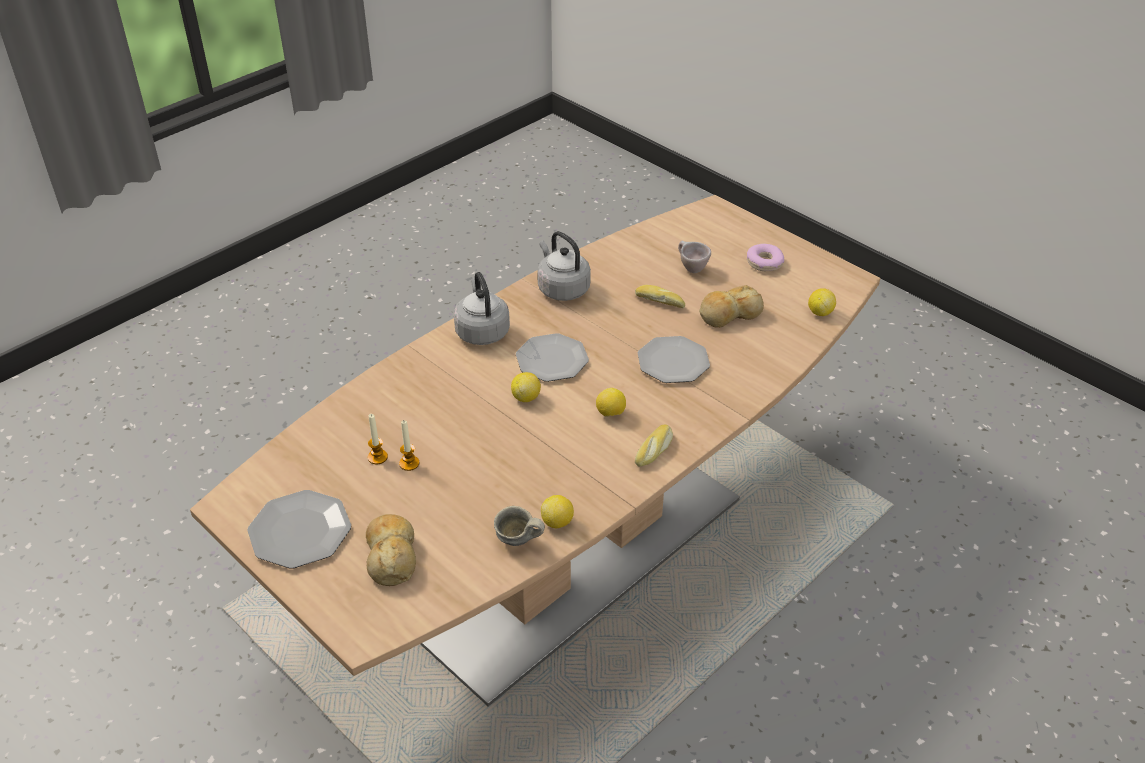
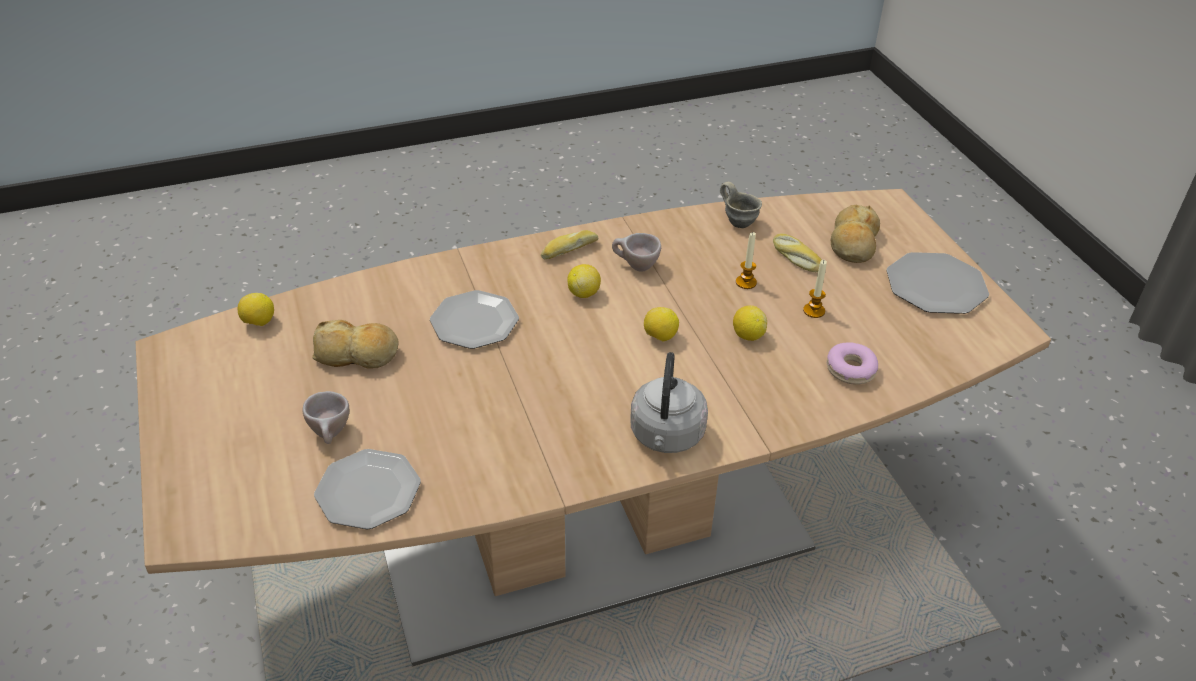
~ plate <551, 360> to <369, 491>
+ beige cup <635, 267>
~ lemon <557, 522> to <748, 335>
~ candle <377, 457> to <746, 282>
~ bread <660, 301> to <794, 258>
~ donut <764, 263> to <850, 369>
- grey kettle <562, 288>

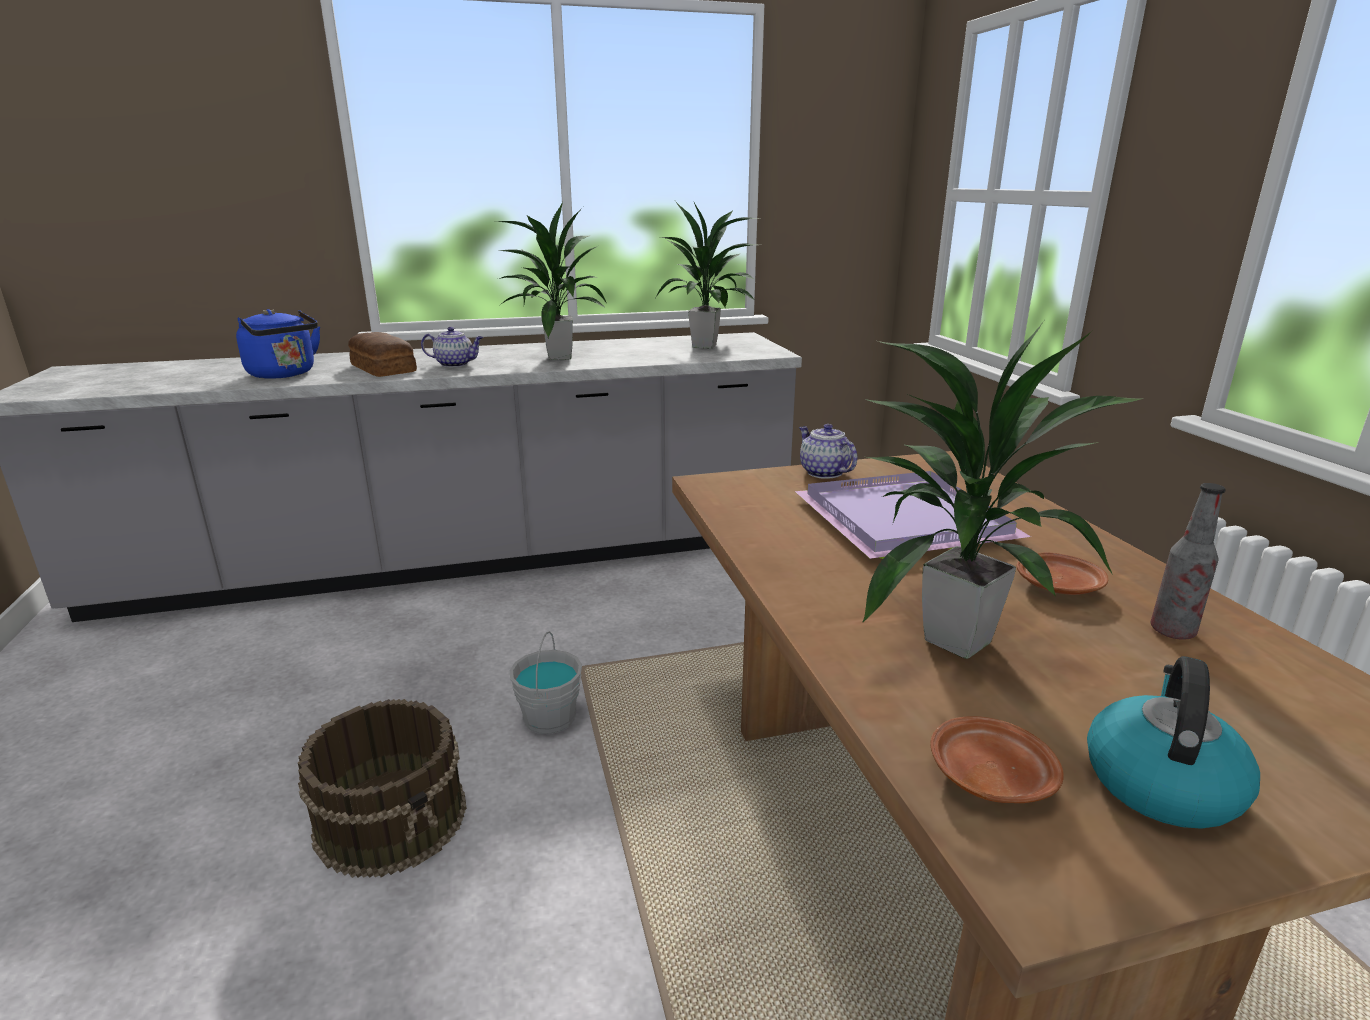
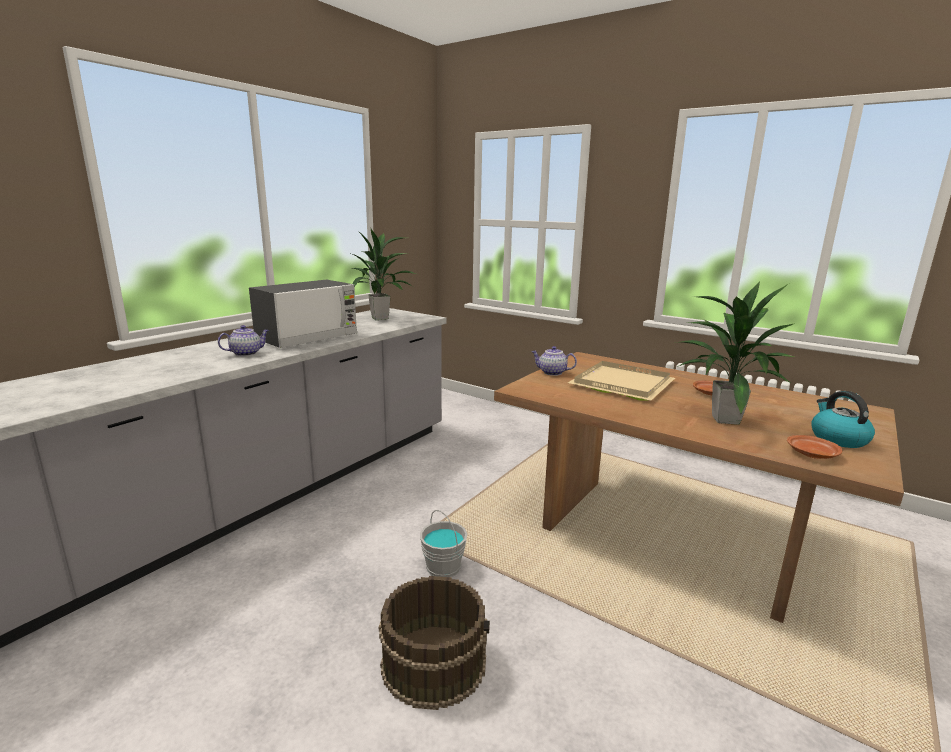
~ potted plant <558, 357> to microwave <308, 337>
~ purple tray <905, 518> to beige tray <621, 383>
- blue kettle <284, 374>
- bread <382, 369>
- bottle <1172, 631>

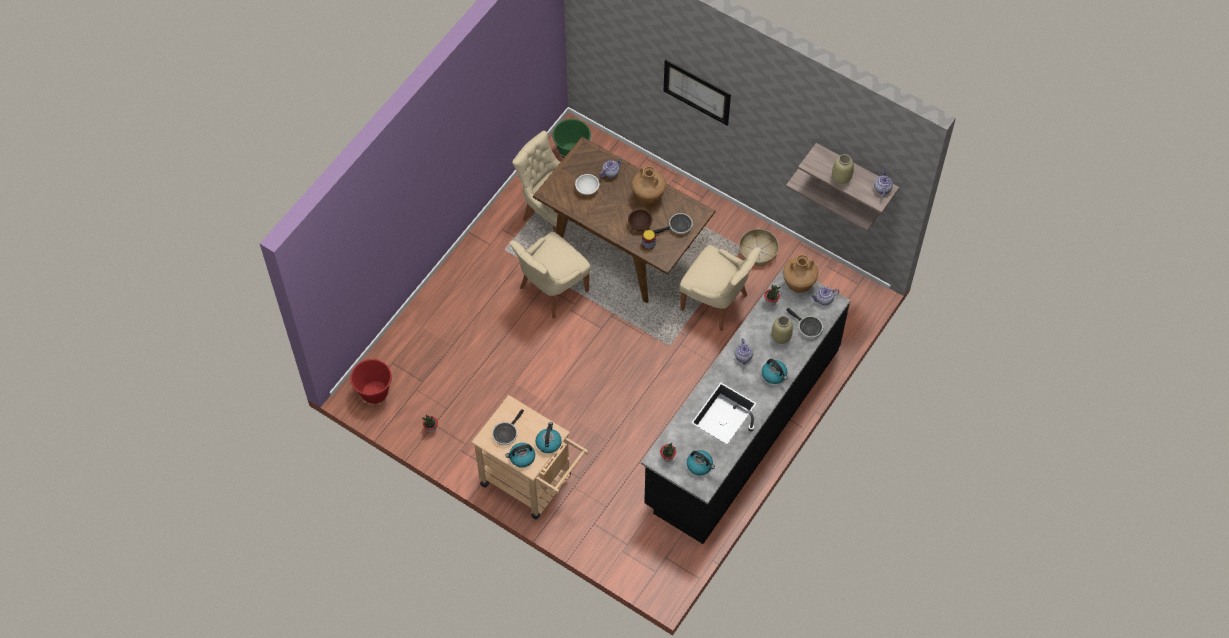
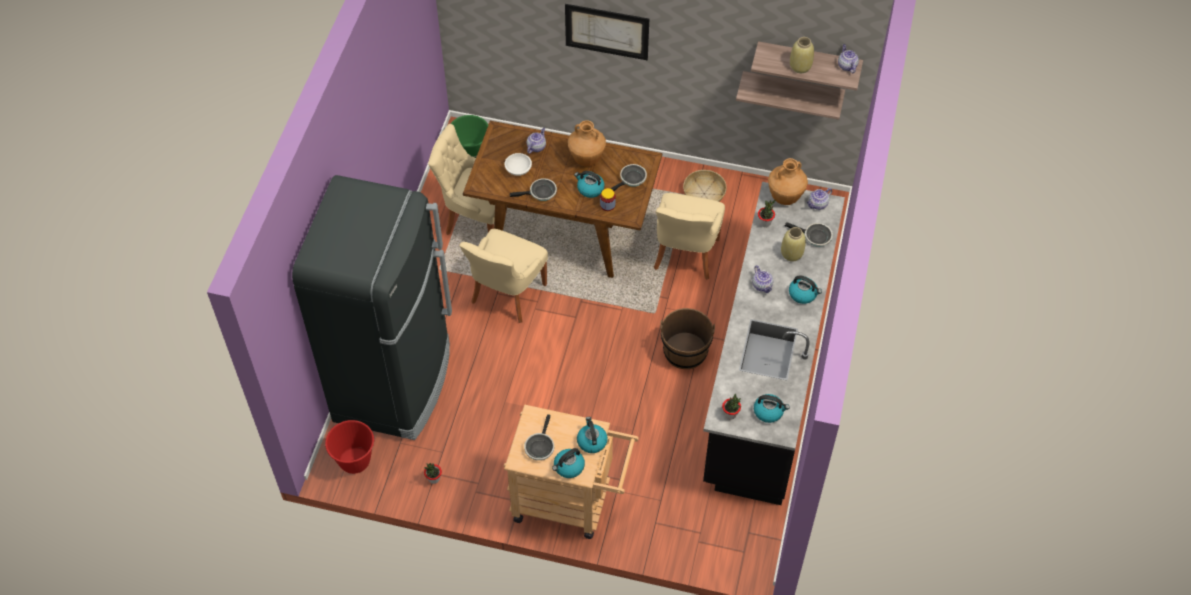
+ black fridge <394, 382>
+ frying pan <540, 193>
~ brown bowl <640, 224> to kettle <590, 189>
~ beige chair <716, 303> = <685, 256> 90 degrees clockwise
+ brown bucket <685, 351>

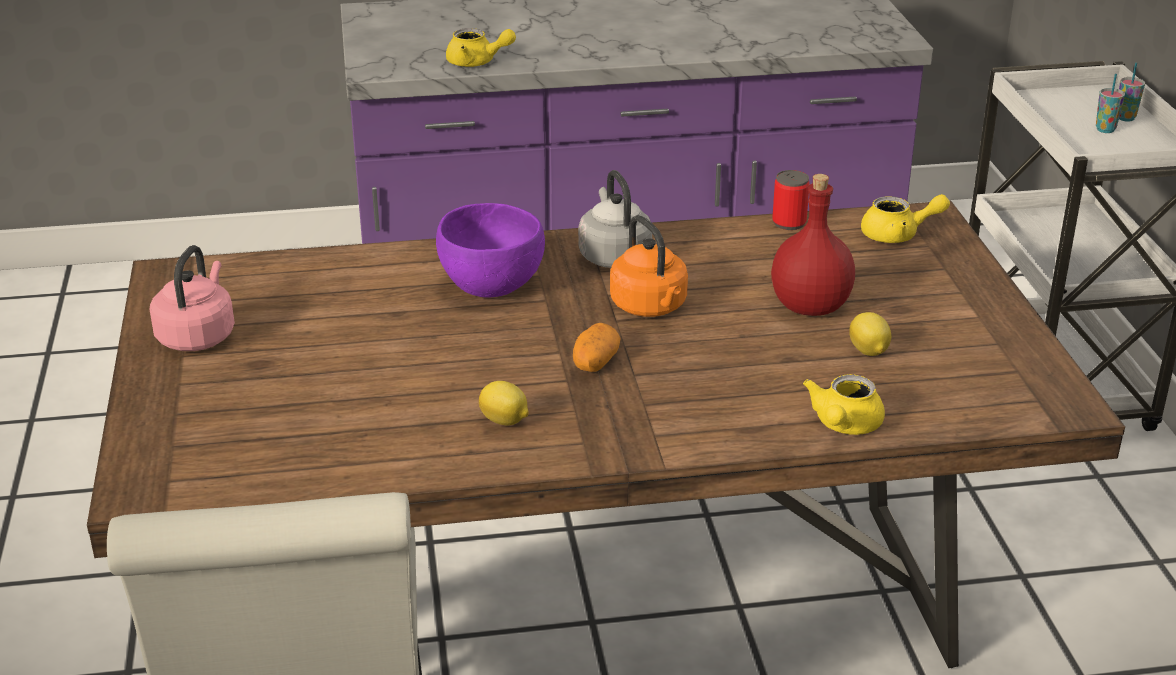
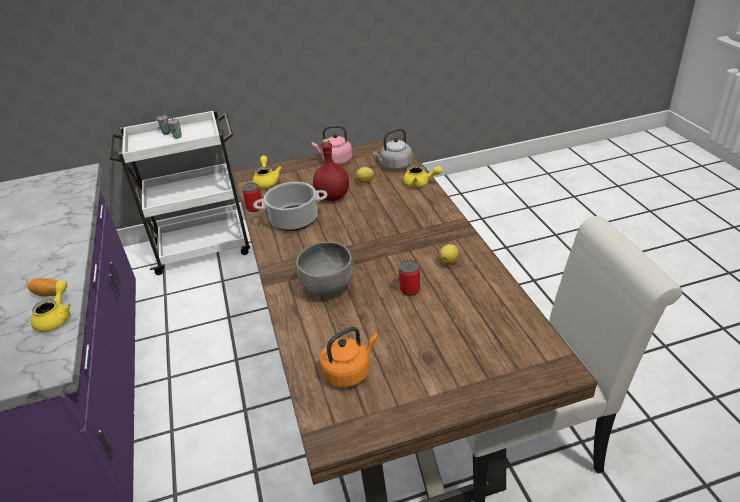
~ potato <595, 362> to <49, 293>
+ cooking pot <293, 220>
~ purple bowl <490, 287> to grey bowl <328, 288>
~ pink kettle <198, 336> to <335, 161>
~ orange kettle <650, 307> to <349, 372>
~ grey kettle <613, 255> to <395, 166>
+ can <410, 289>

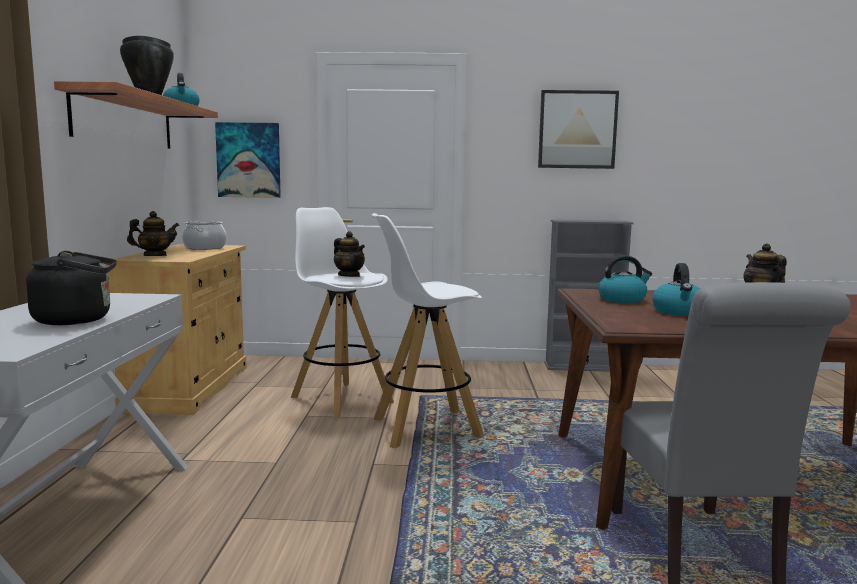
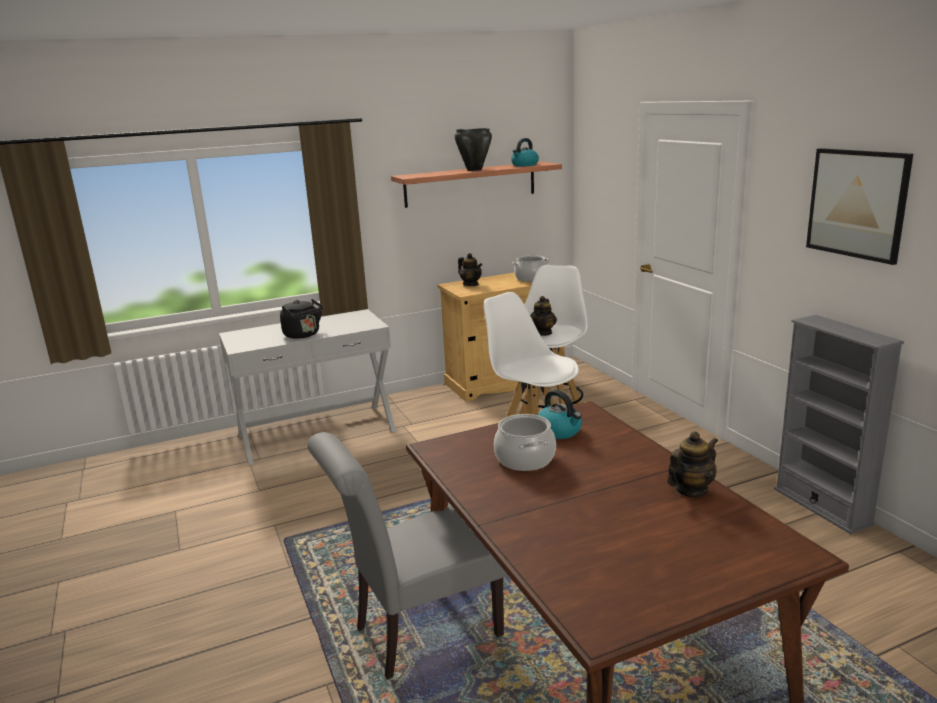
~ kettle <679, 312> to cooking pot <525, 459>
- picture <249, 160>

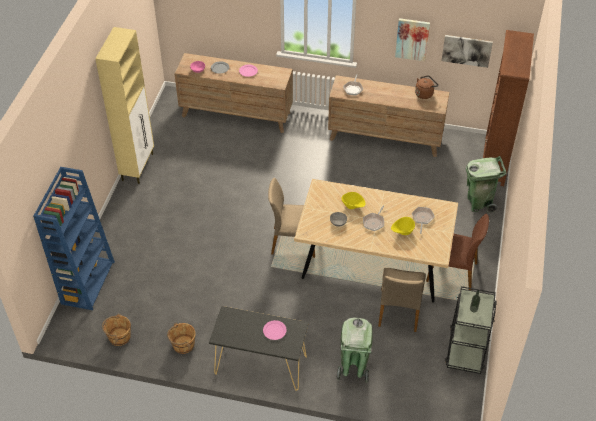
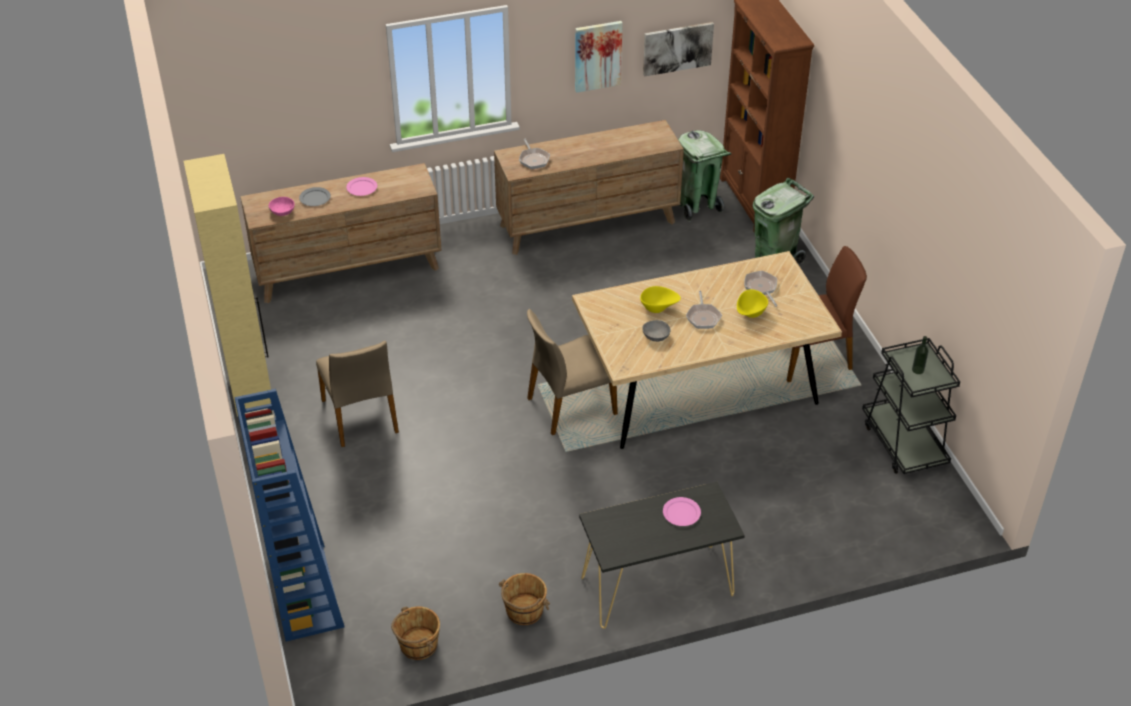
~ beige chair <399, 311> to <361, 416>
~ green trash can <353, 368> to <697, 206>
- brown kettle <425, 93>

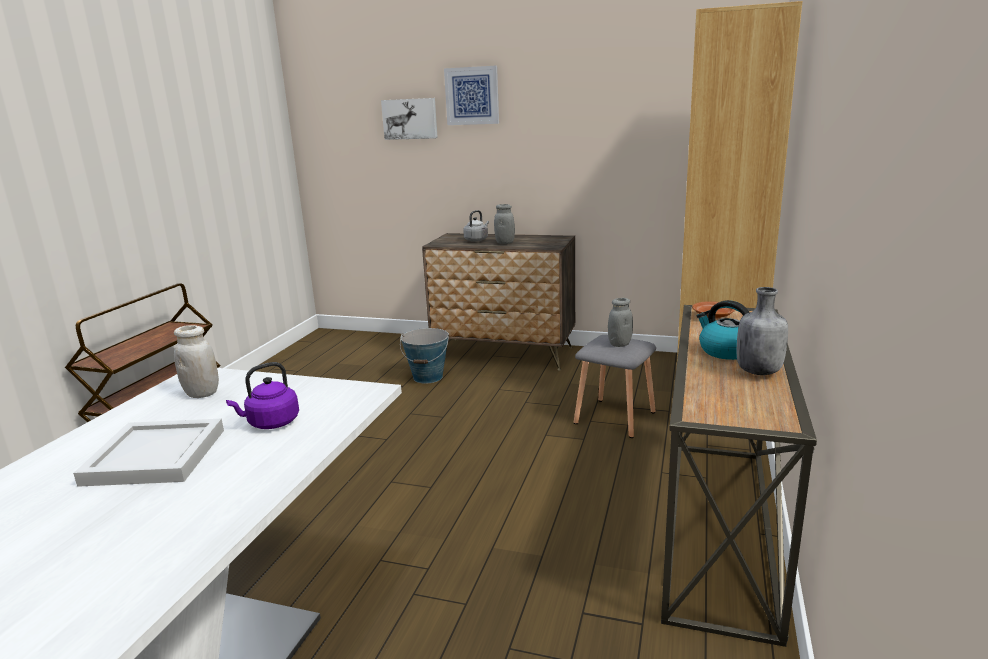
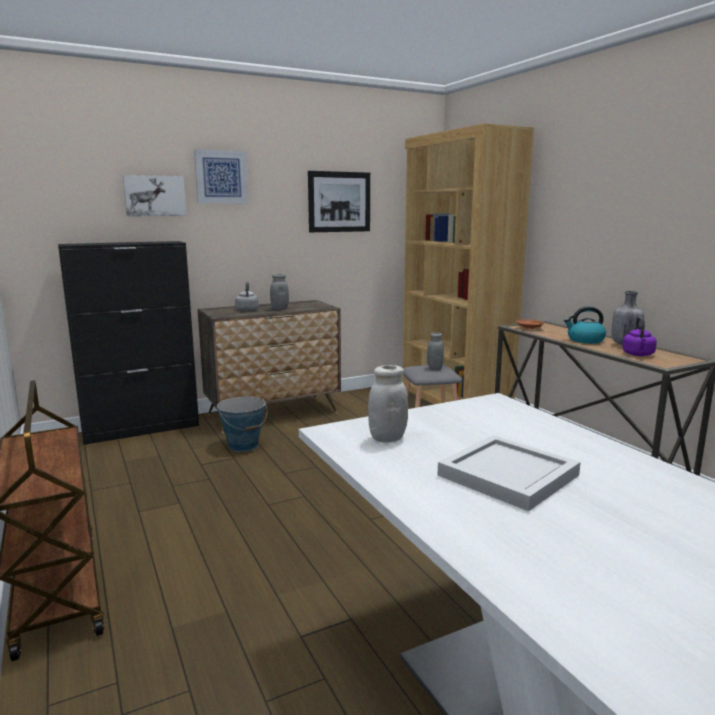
+ black cabinet <142, 429>
+ picture <339, 202>
~ purple kettle <271, 423> to <638, 355>

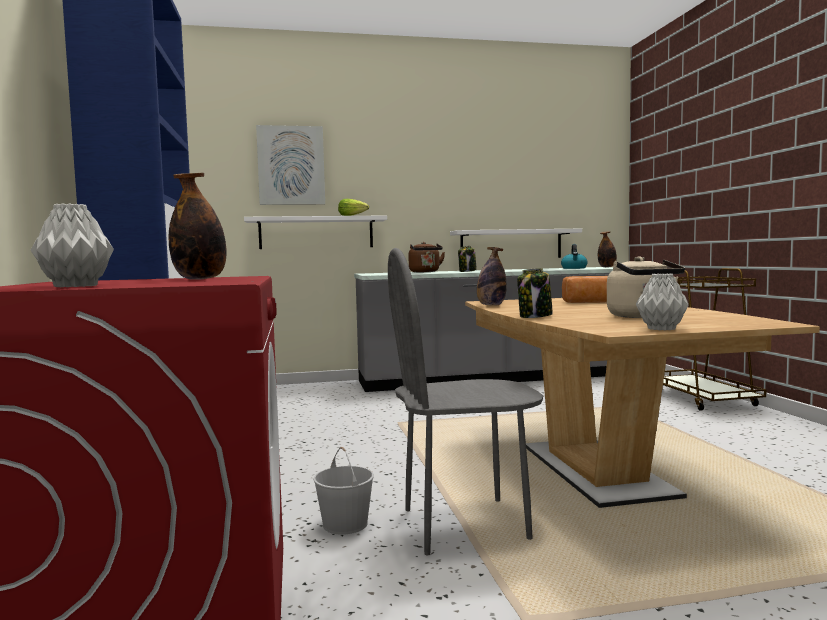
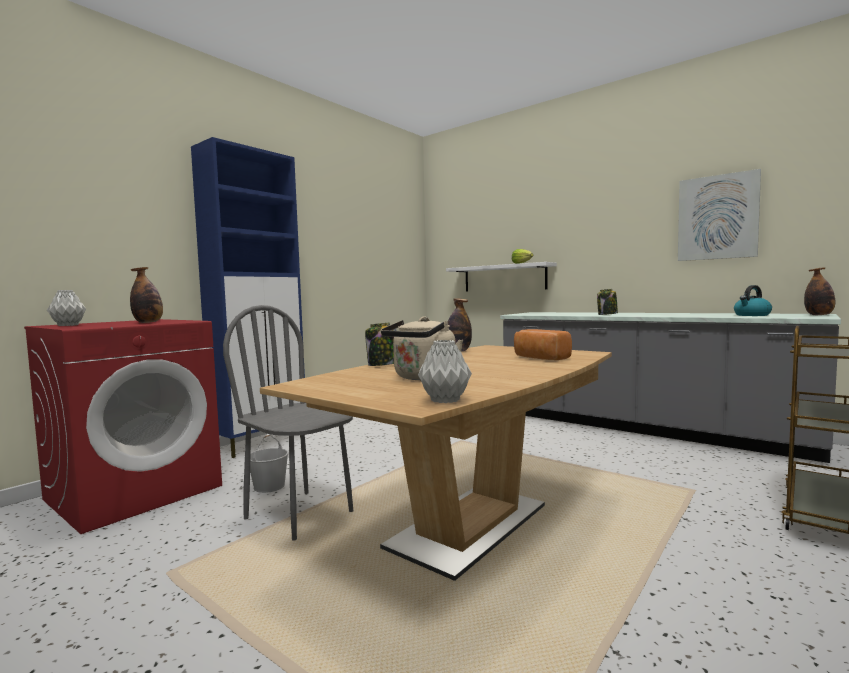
~ grey vase <662, 329> to <445, 400>
~ picture <291, 165> to <717, 217>
- brown kettle <425, 272>
- white shelf <511, 244>

